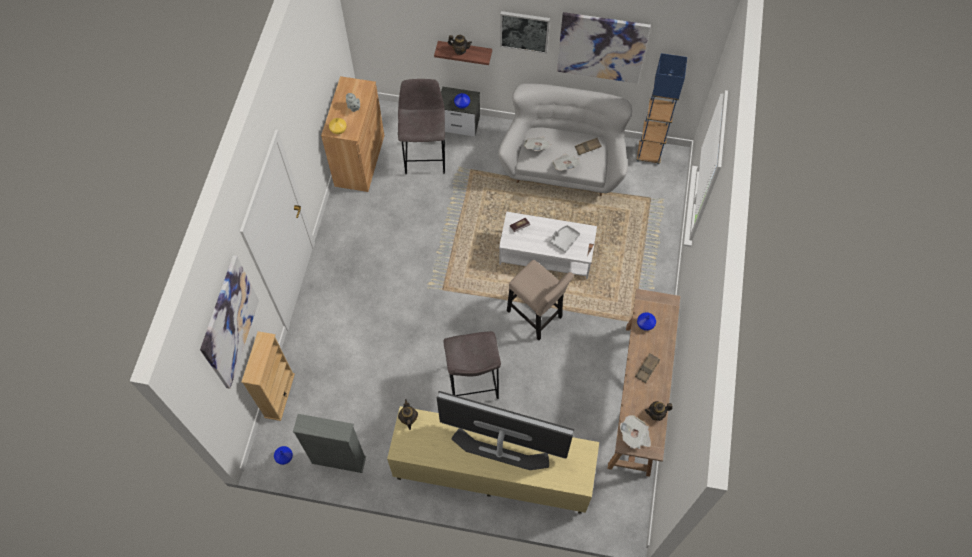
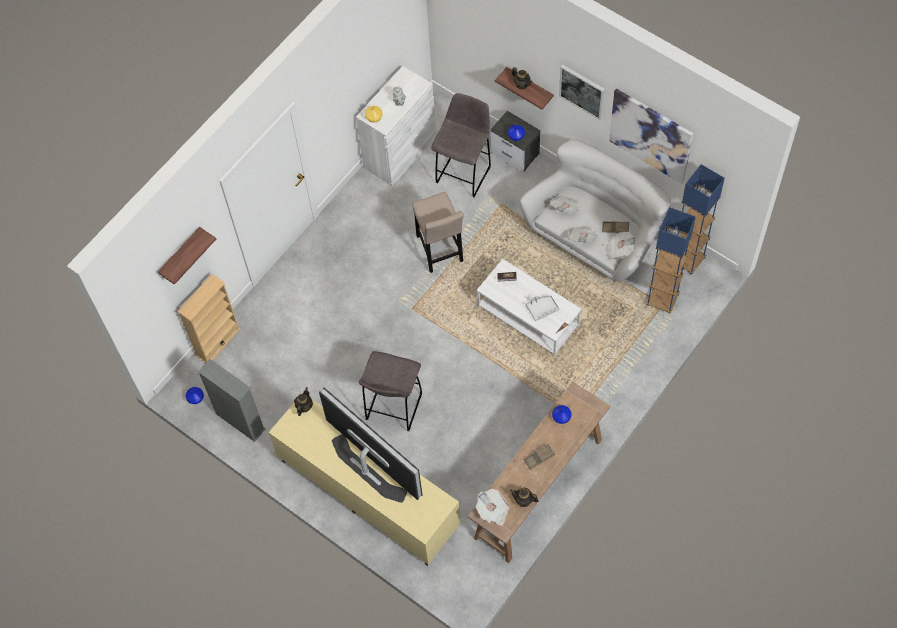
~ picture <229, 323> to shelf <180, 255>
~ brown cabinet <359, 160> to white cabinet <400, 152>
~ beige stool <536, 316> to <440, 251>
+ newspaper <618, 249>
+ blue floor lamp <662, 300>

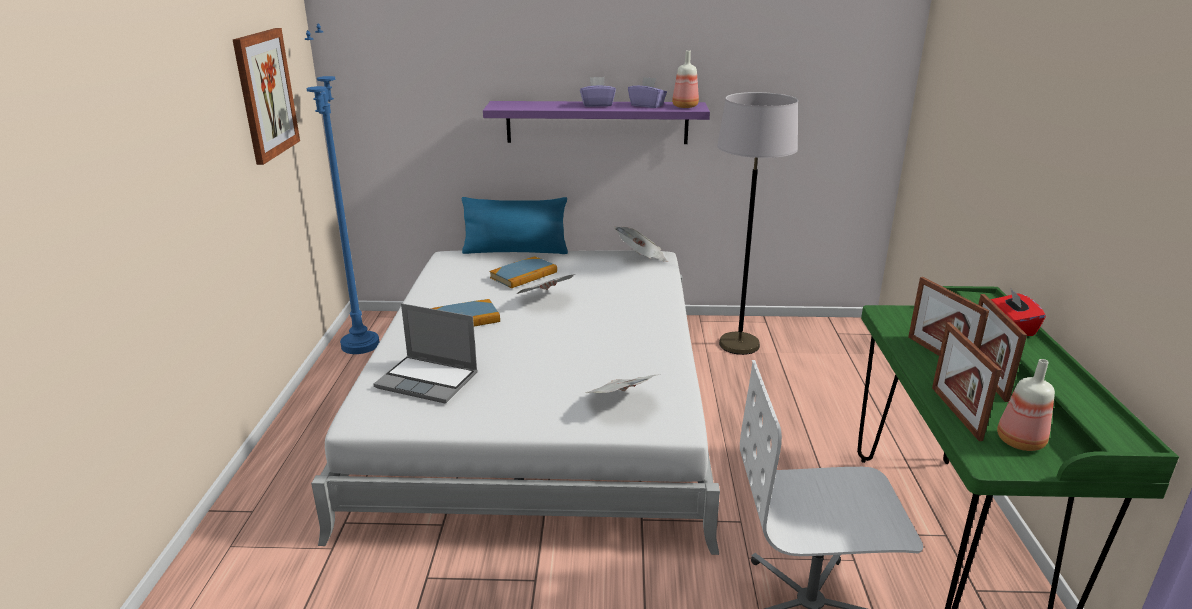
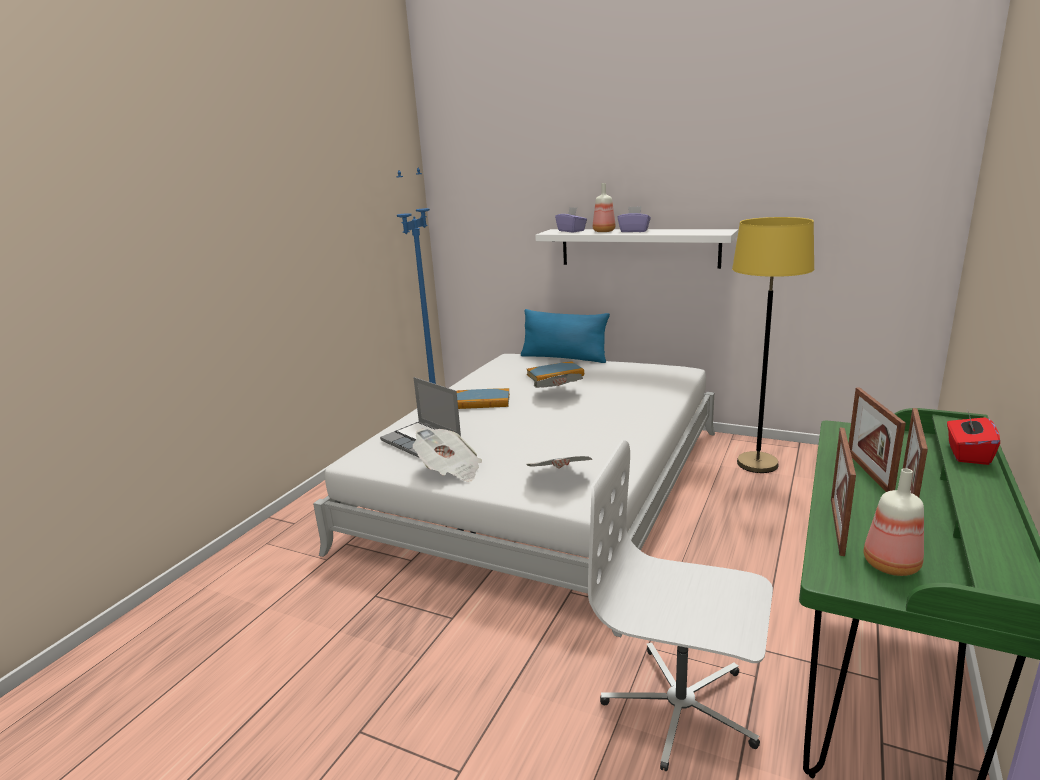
~ newspaper <641, 257> to <450, 470>
~ purple shelf <597, 122> to white shelf <638, 247>
~ purple tissue box <647, 105> to <571, 231>
~ bottle <684, 106> to <603, 231>
~ grey floor lamp <739, 345> to yellow floor lamp <757, 464>
- picture <265, 94>

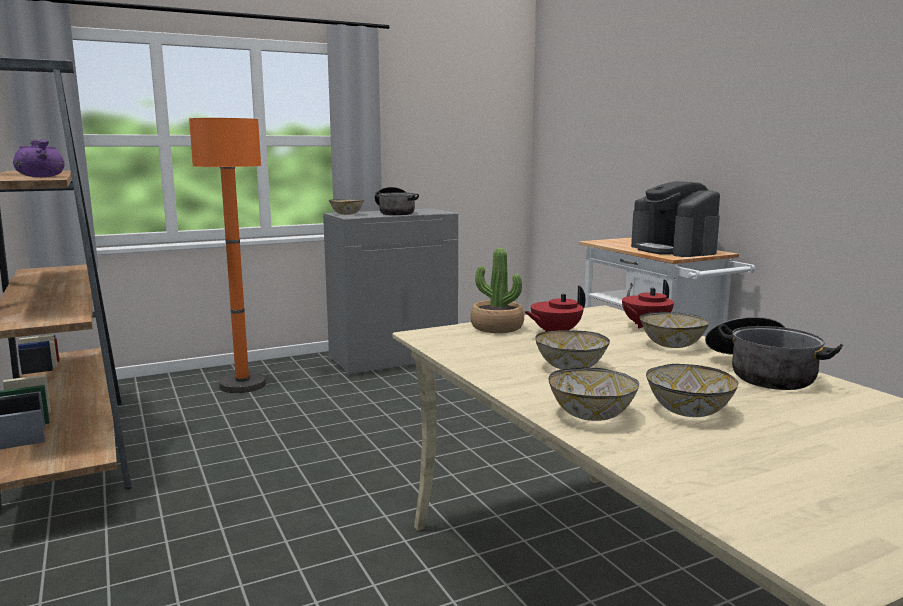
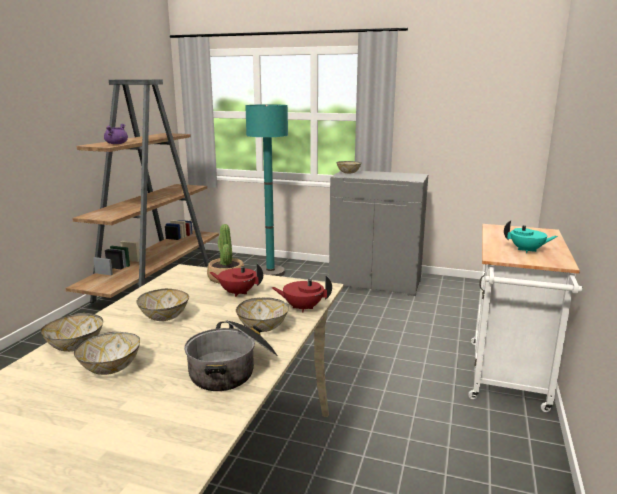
~ orange floor lamp <242, 385> to turquoise floor lamp <270, 273>
~ coffee machine <673, 250> to turquoise teapot <527, 250>
- cooking pot <395, 213>

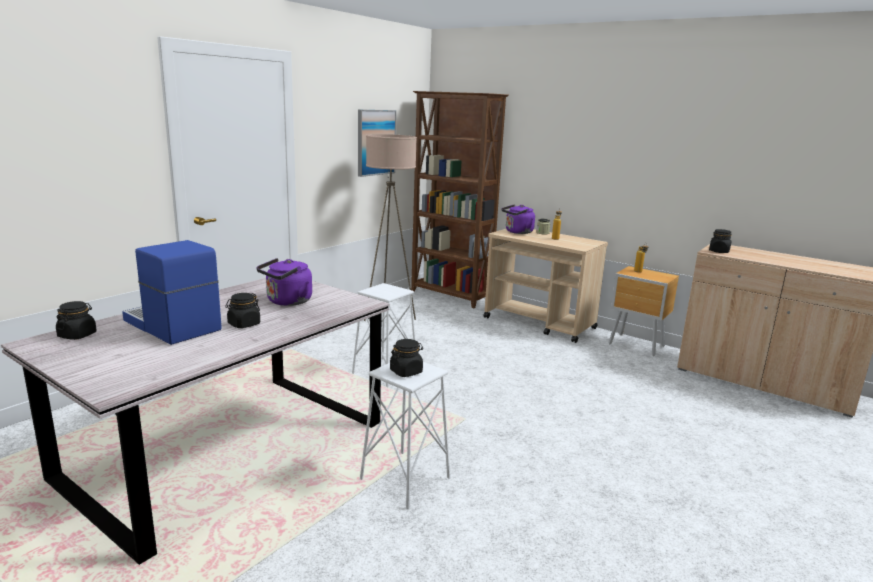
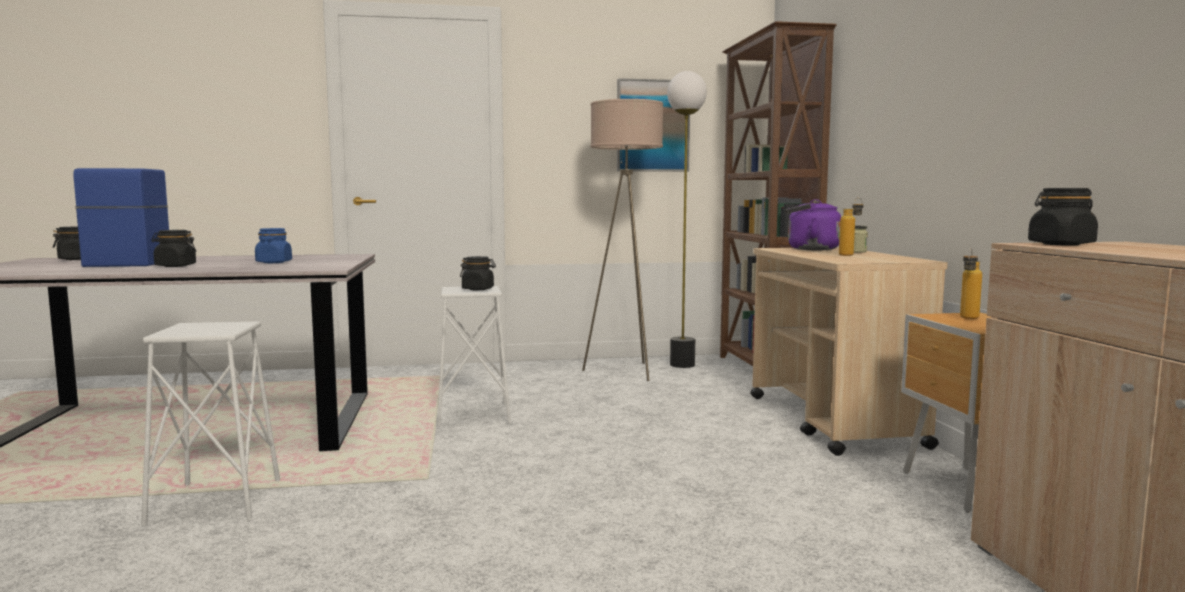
~ purple kettle <287, 302> to blue jar <274, 262>
~ black jar <406, 372> to <478, 289>
+ floor lamp <682, 365>

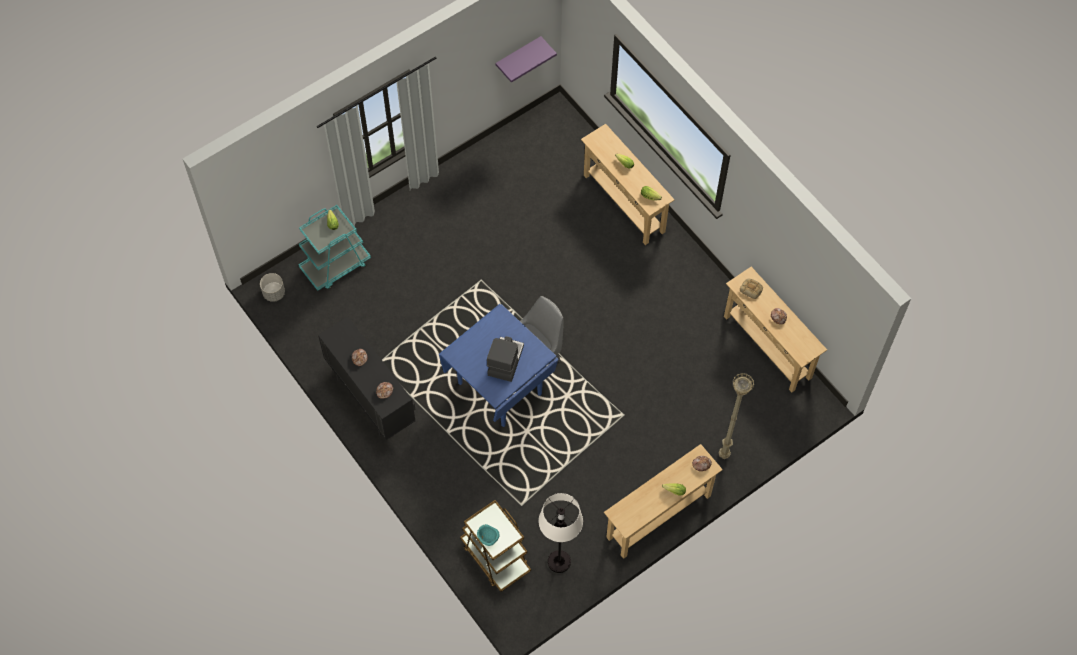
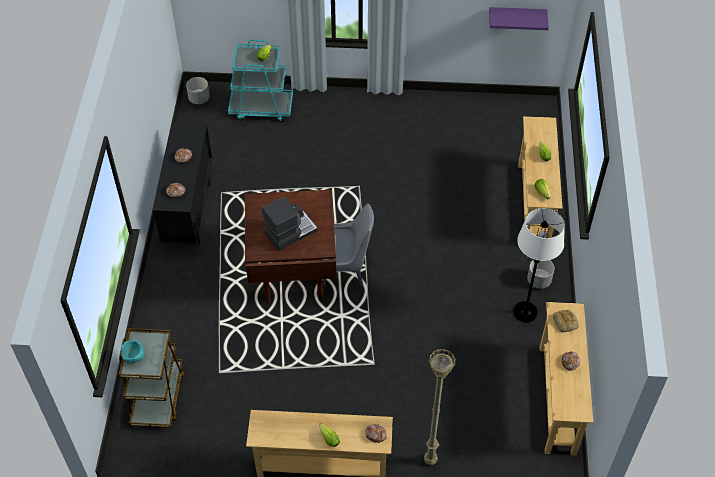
~ blue dining table <499, 389> to brown dining table <292, 273>
~ white floor lamp <559, 562> to <525, 312>
+ grey planter <539, 280>

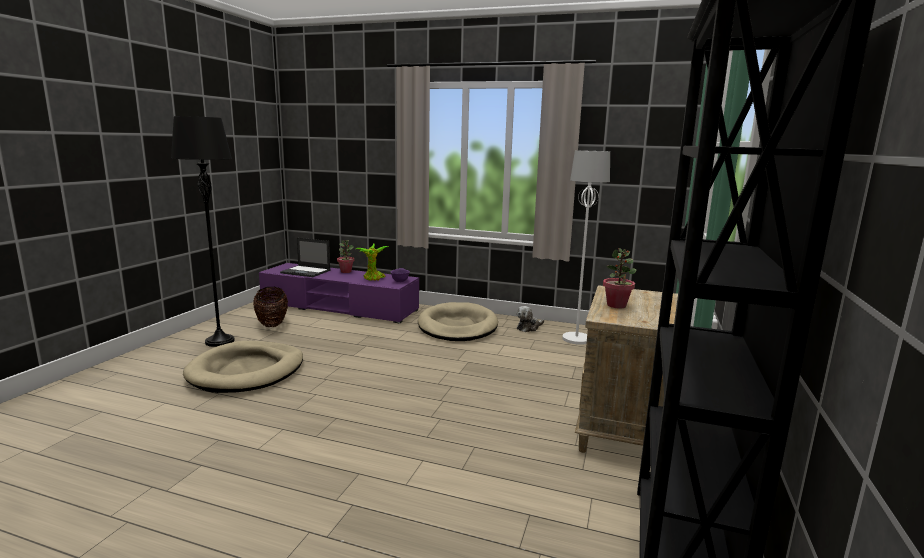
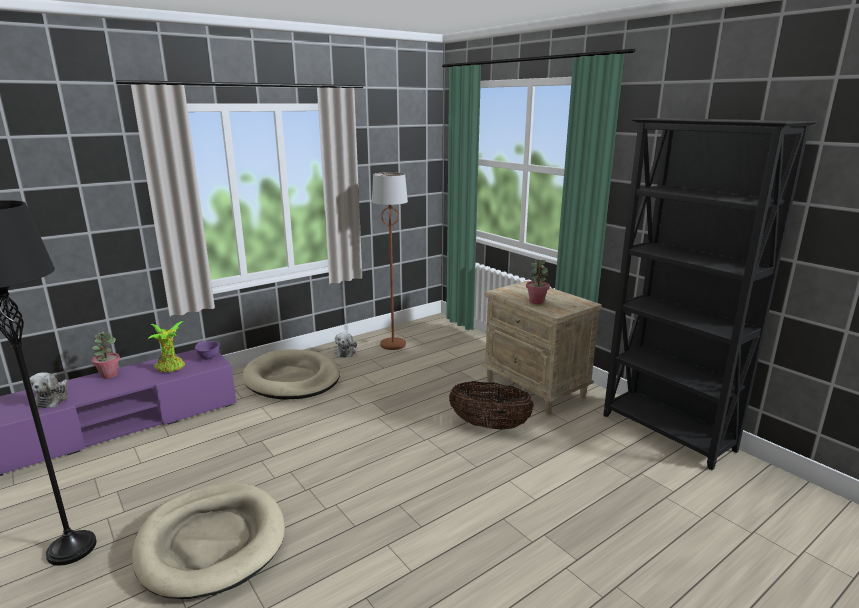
~ laptop <306, 271> to plush toy <53, 399>
~ white floor lamp <576, 339> to brown floor lamp <393, 345>
~ basket <272, 323> to <489, 425>

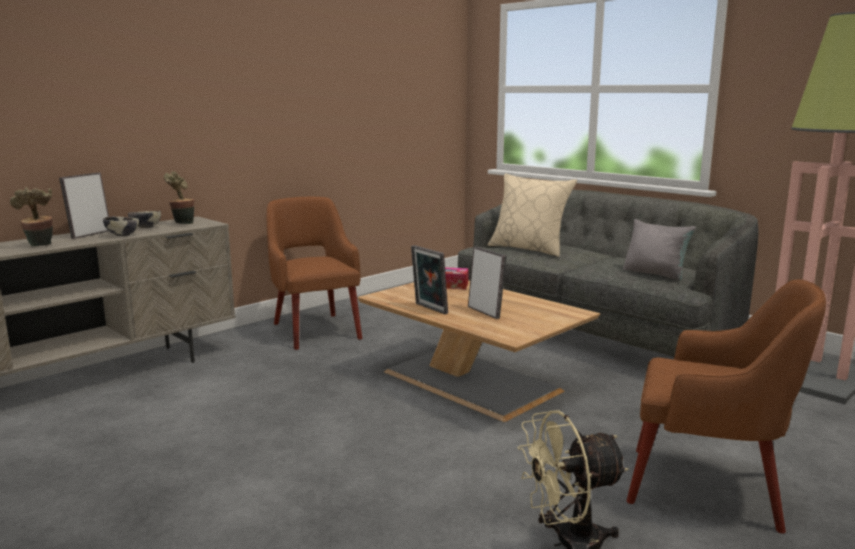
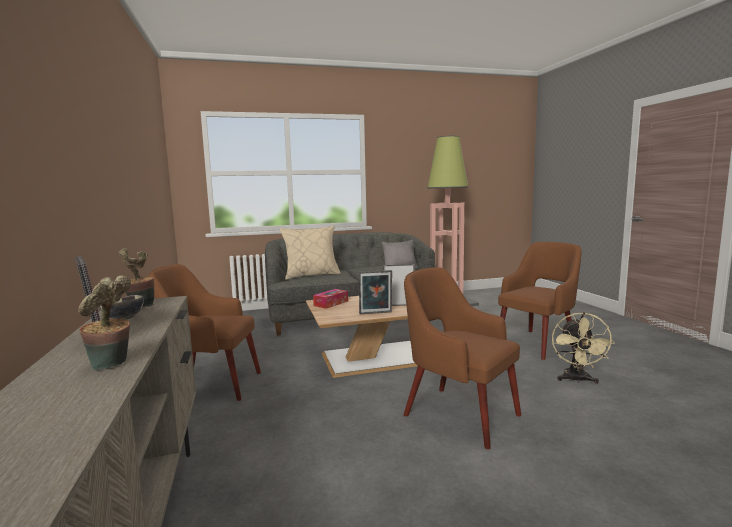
+ brown armchair <458, 413>
- bowl <122, 235>

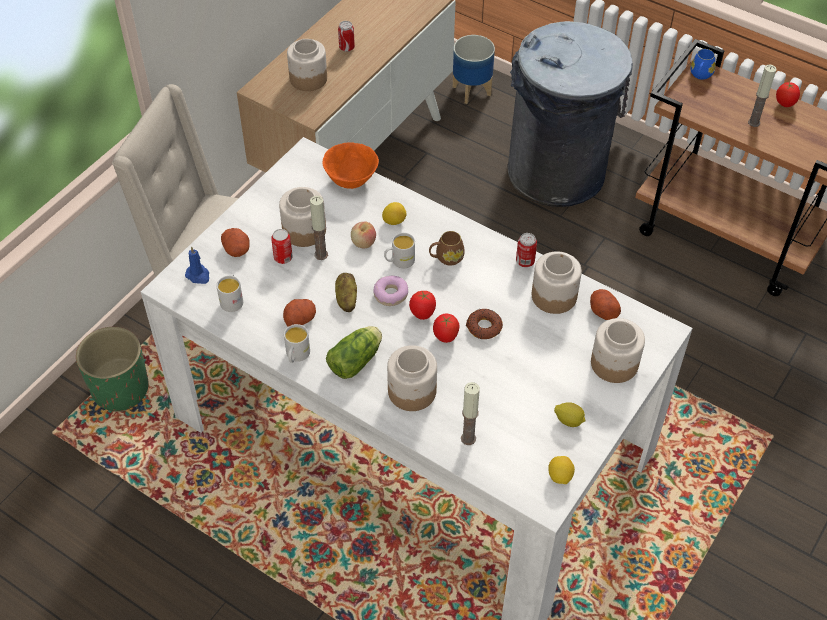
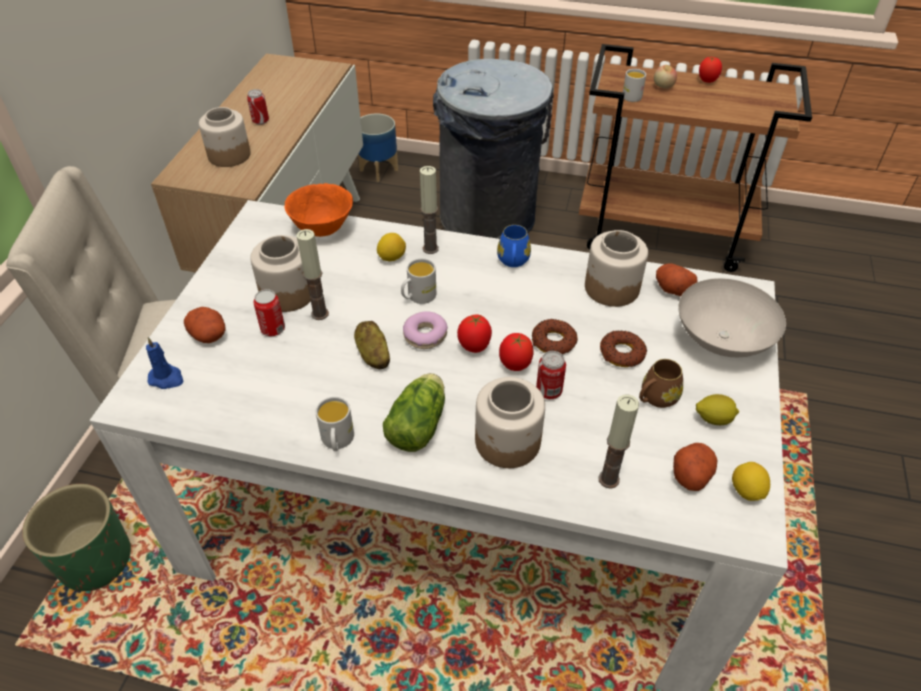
~ candle <754, 122> to <430, 248>
~ blue mug <700, 75> to <513, 262>
~ can <525, 261> to <548, 391>
+ donut <622, 353>
~ white mug <232, 299> to <630, 95>
~ brown mug <446, 258> to <655, 398>
~ apple <363, 243> to <663, 86>
~ potato <300, 318> to <691, 473>
~ jar <613, 364> to white bowl <720, 340>

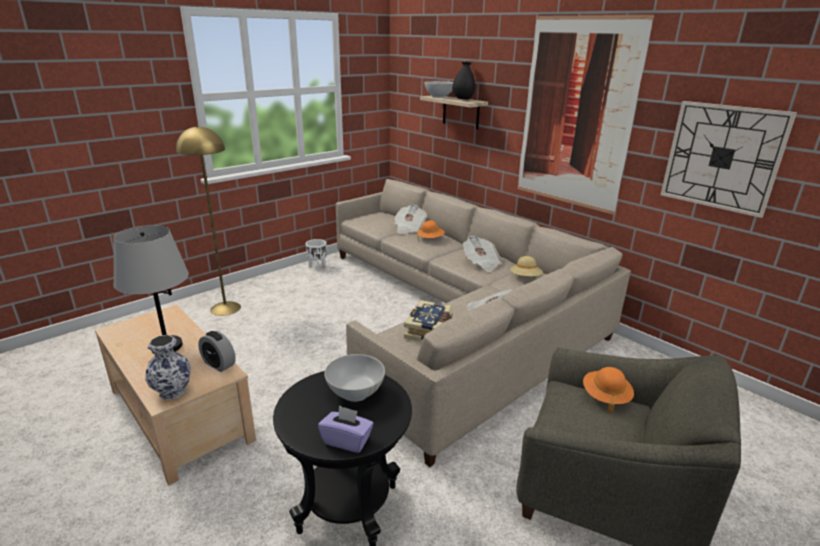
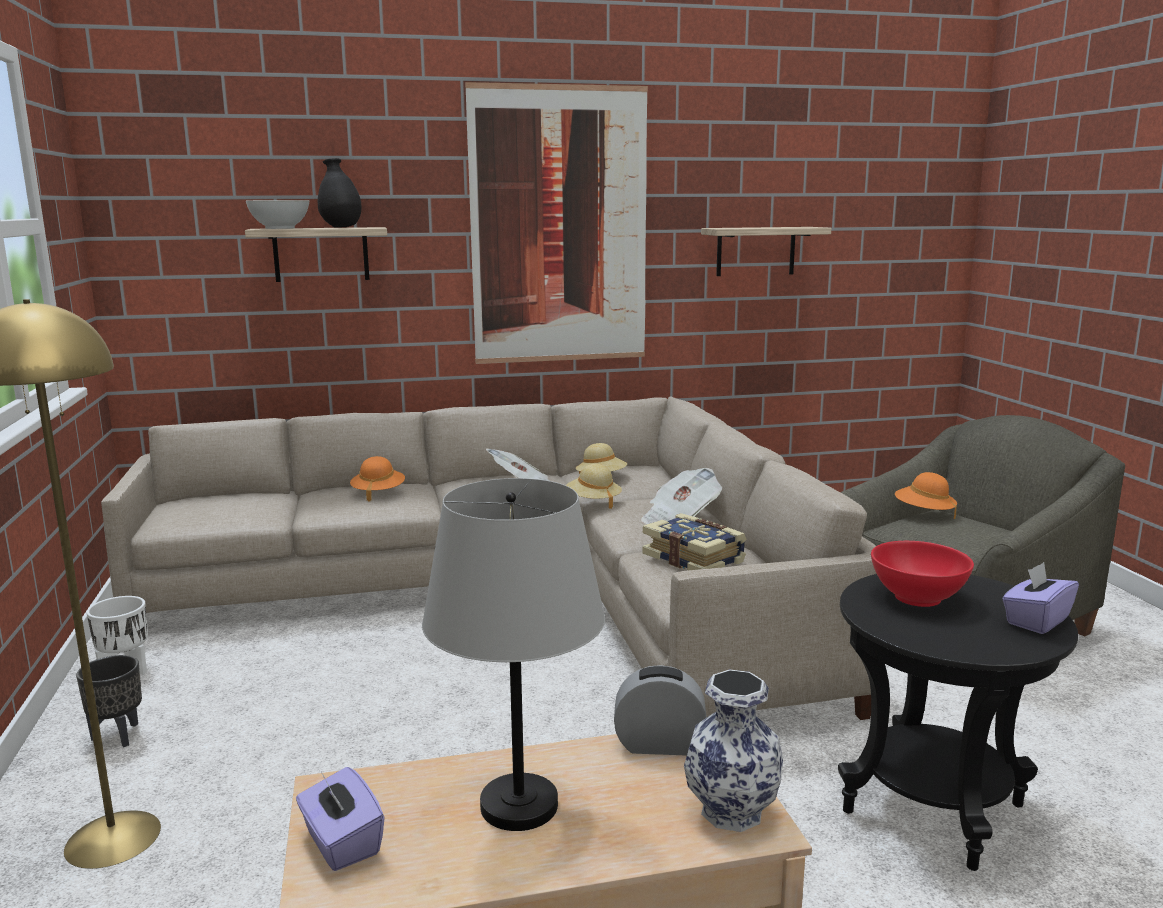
+ black planter <119, 735>
+ purple tissue box <341, 843>
+ beige hat <593, 501>
~ alarm clock <219, 364> = <659, 745> 150 degrees counterclockwise
~ wall clock <722, 157> to shelf <755, 251>
~ white bowl <355, 392> to red bowl <917, 598>
- newspaper <409, 228>

